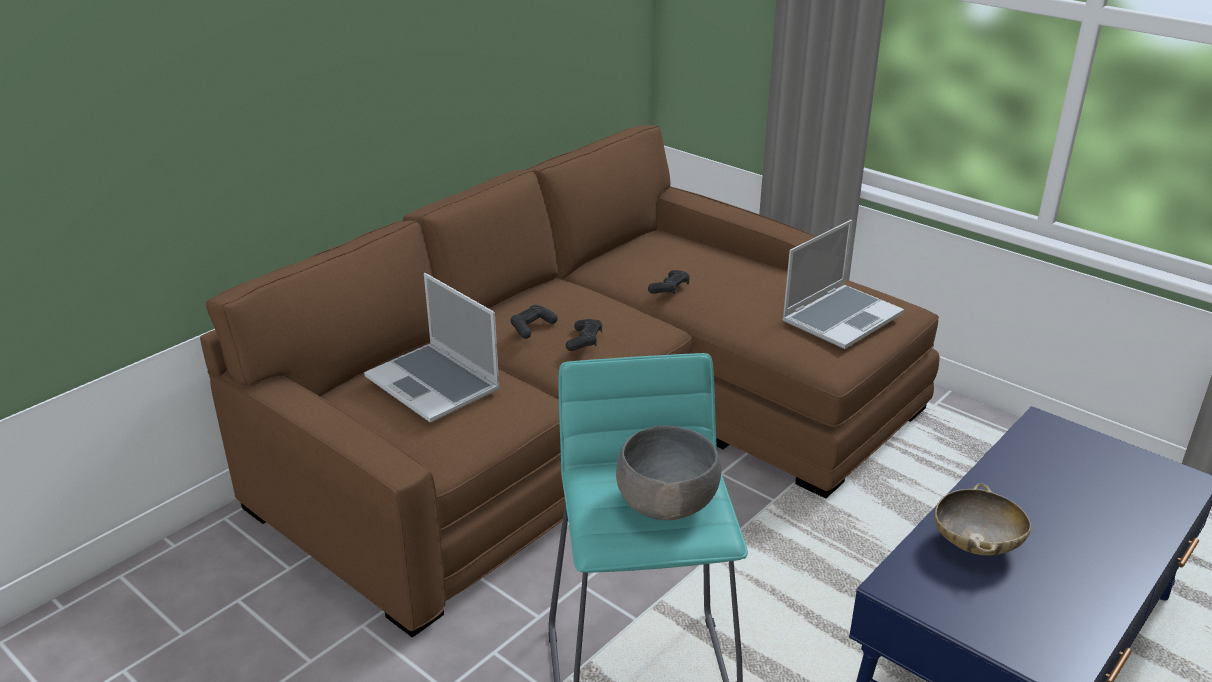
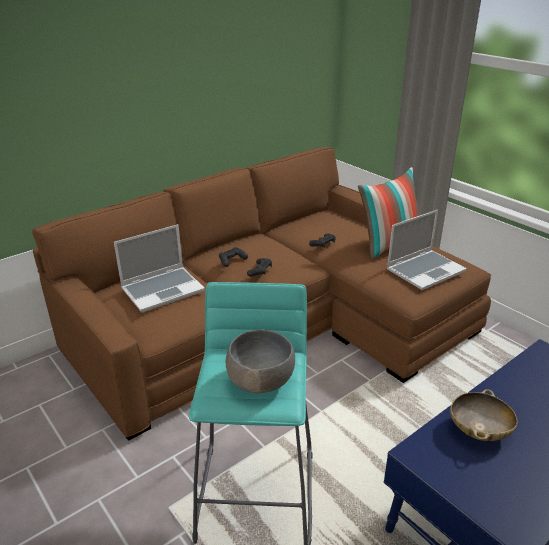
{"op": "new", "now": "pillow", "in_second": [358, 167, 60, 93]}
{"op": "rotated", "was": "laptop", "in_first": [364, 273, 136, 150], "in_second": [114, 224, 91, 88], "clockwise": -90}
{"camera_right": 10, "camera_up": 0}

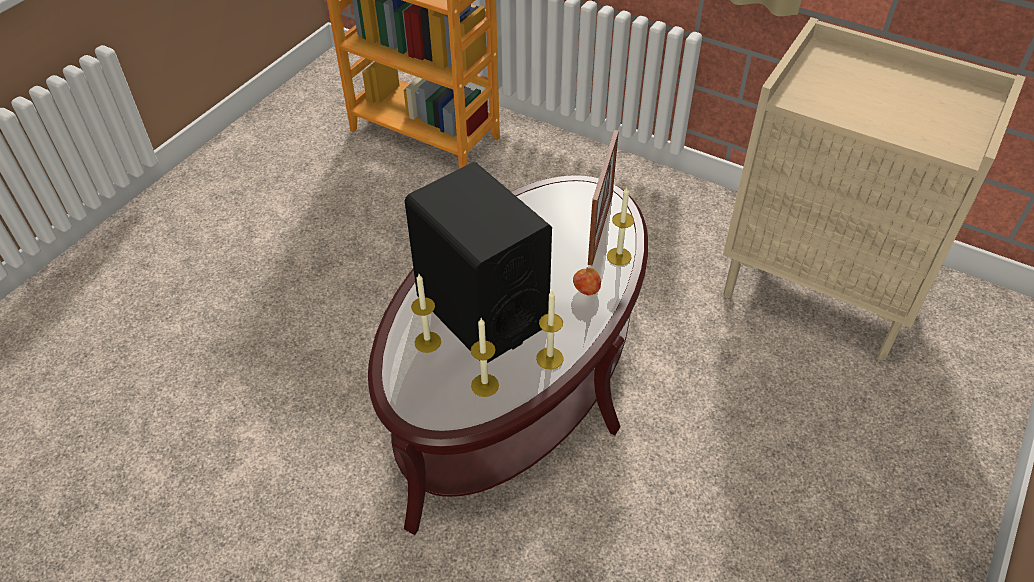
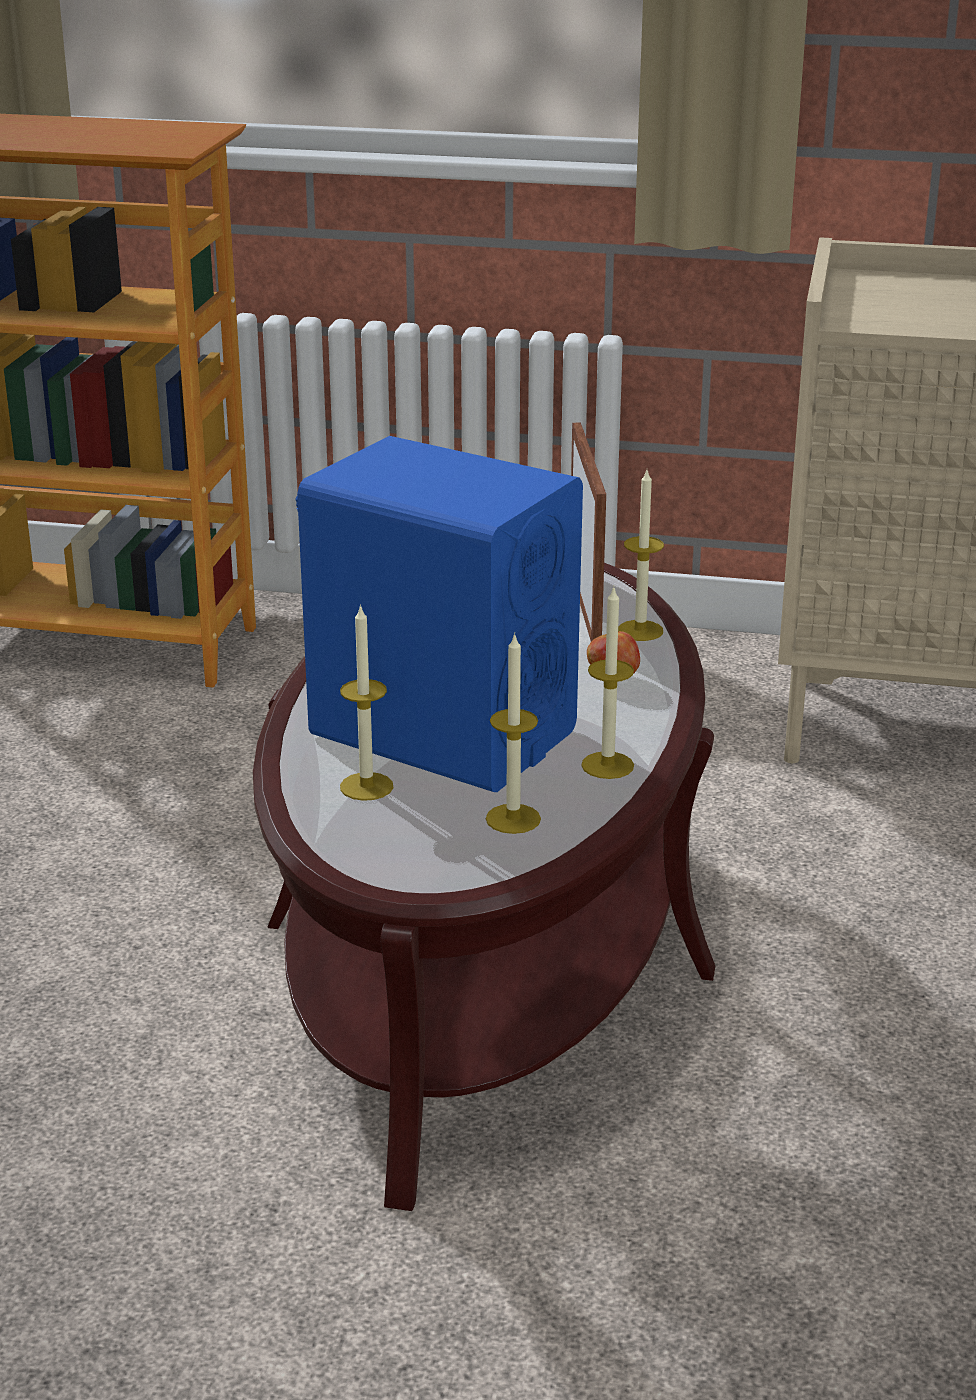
{"op": "repainted", "was": "black speaker", "now": "blue speaker", "in_first": [405, 162, 147, 201], "in_second": [295, 436, 288, 356]}
{"camera_right": -20, "camera_up": -20}

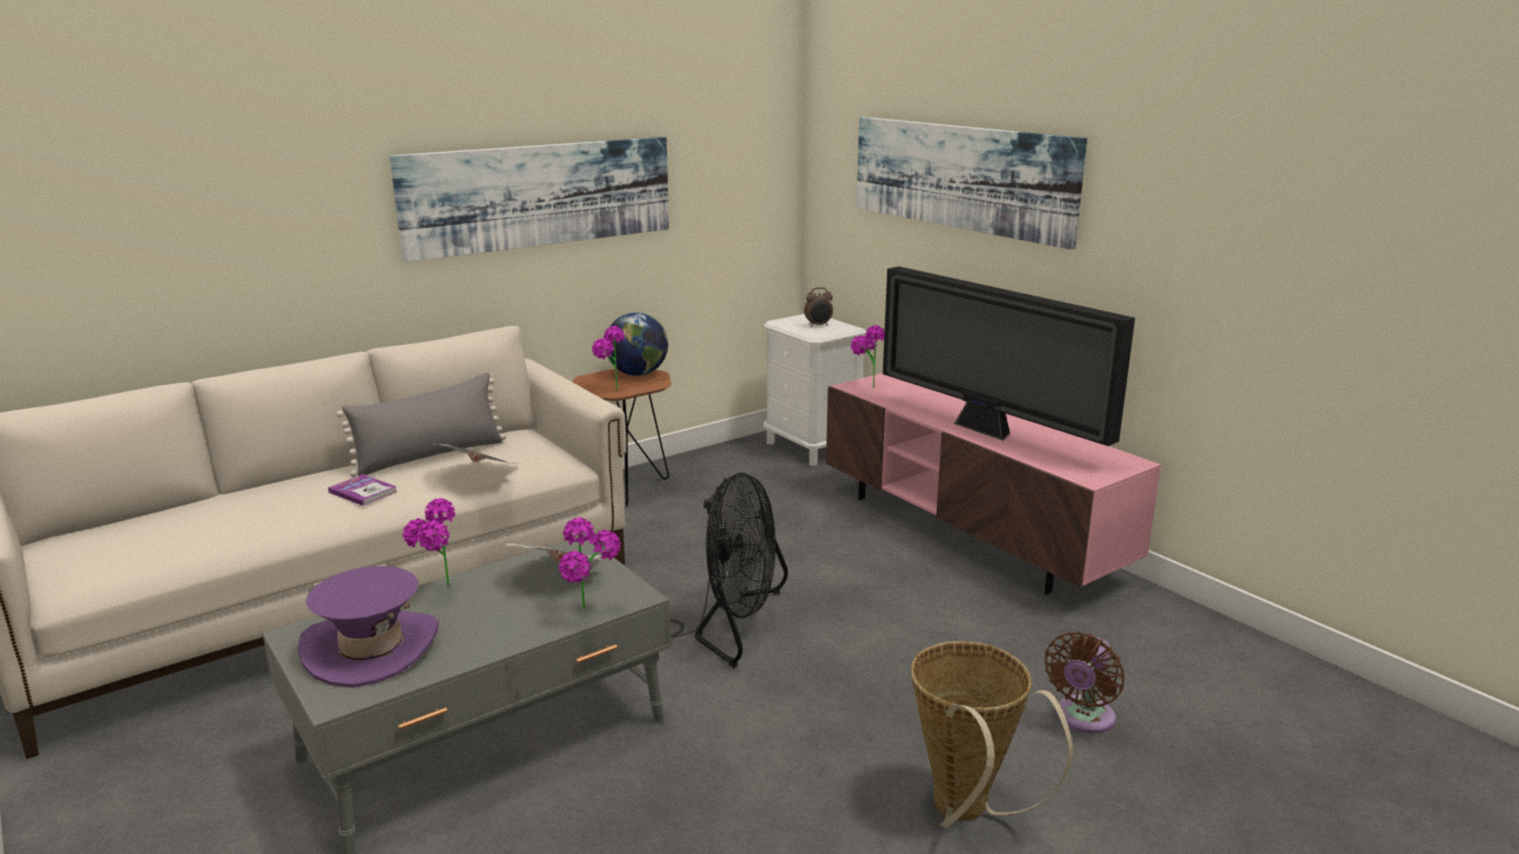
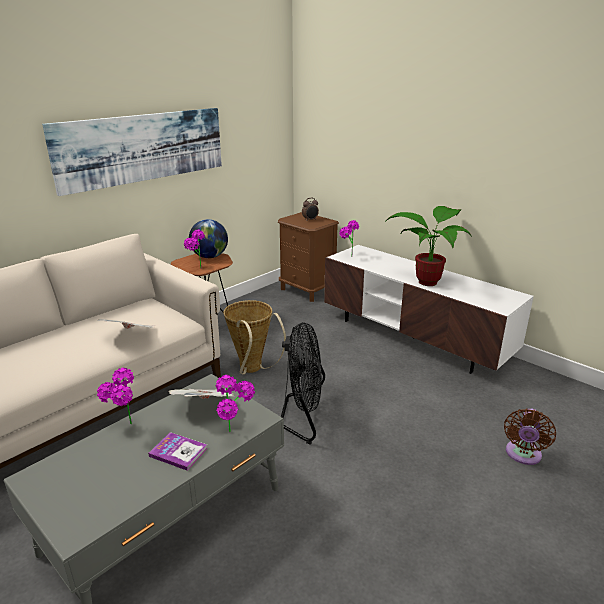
{"op": "gone", "was": "purple hat", "in_first": [298, 566, 141, 122]}
{"op": "gone", "was": "grey pillow", "in_first": [336, 373, 170, 104]}
{"op": "gone", "was": "picture", "in_first": [856, 117, 231, 133]}
{"op": "shifted", "was": "book", "in_first": [328, 474, 69, 32], "in_second": [148, 432, 60, 39]}
{"op": "shifted", "was": "basket", "in_first": [911, 641, 162, 187], "in_second": [224, 300, 62, 74]}
{"op": "swapped", "was": "television", "now": "potted plant", "in_first": [883, 266, 252, 180], "in_second": [385, 206, 87, 80]}
{"op": "repainted", "was": "white nightstand", "now": "brown nightstand", "in_first": [763, 314, 103, 152], "in_second": [278, 212, 61, 90]}
{"op": "repainted", "was": "pink tv stand", "now": "white tv stand", "in_first": [826, 373, 335, 222], "in_second": [324, 245, 210, 129]}
{"camera_right": -10, "camera_up": 5}

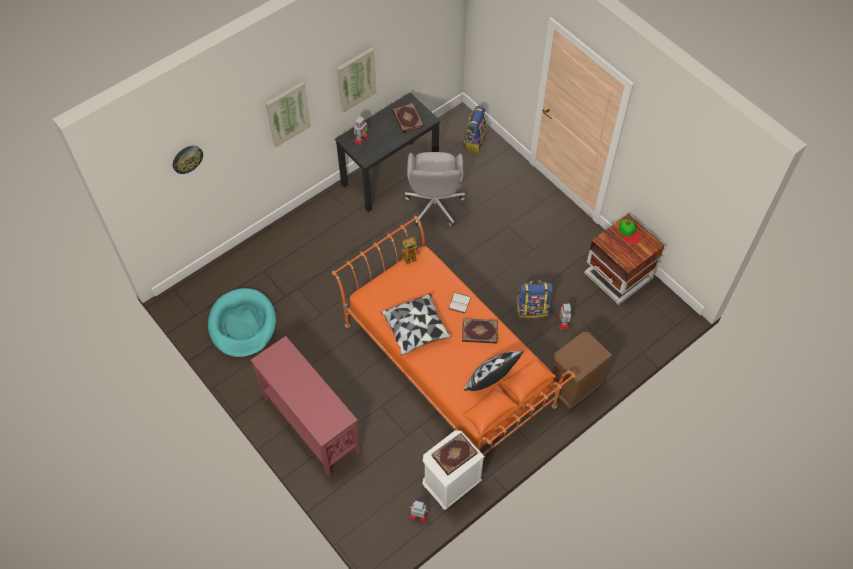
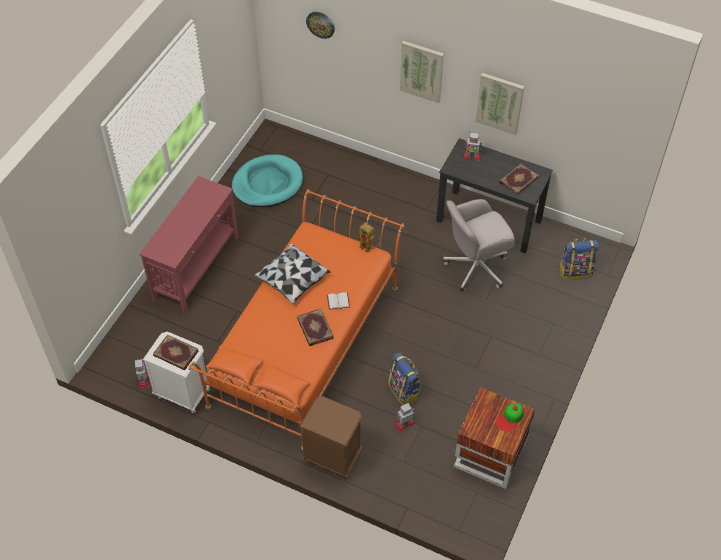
{"op": "gone", "was": "pillow", "in_first": [464, 351, 59, 40]}
{"camera_right": 65, "camera_up": -5}

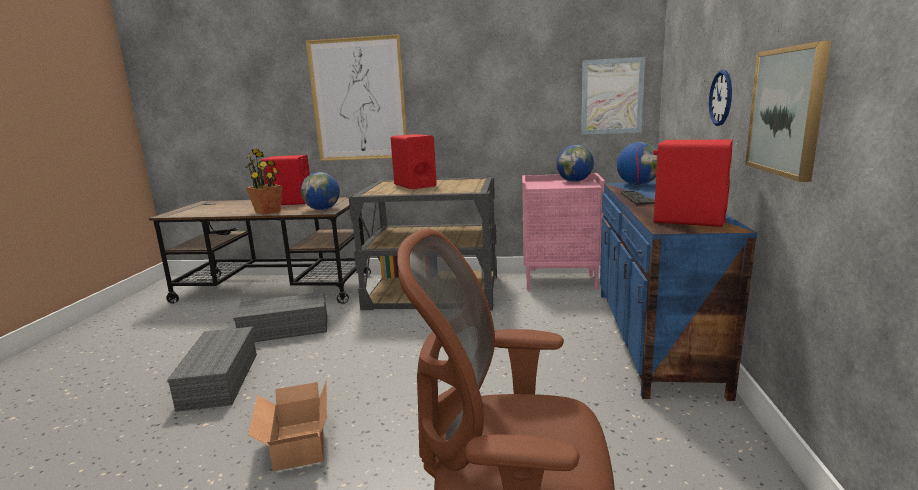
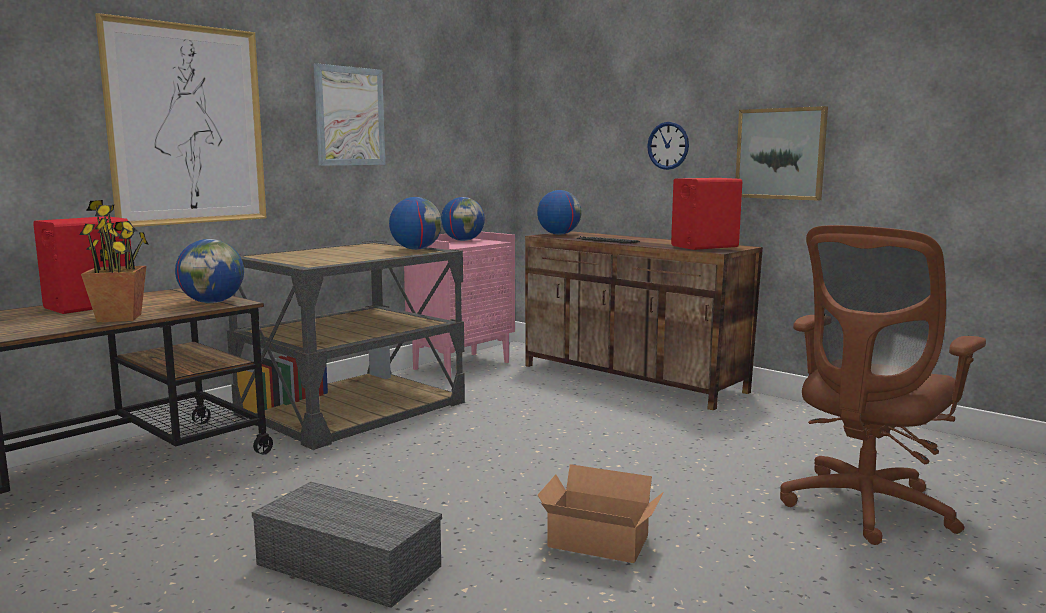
{"op": "gone", "was": "grey storage box", "in_first": [233, 292, 94, 50]}
{"op": "gone", "was": "red speaker", "in_first": [391, 134, 46, 55]}
{"op": "new", "now": "globe", "in_second": [389, 197, 53, 53]}
{"op": "shifted", "was": "picture", "in_first": [581, 57, 64, 78], "in_second": [314, 63, 71, 103]}
{"op": "repainted", "was": "blue cabinet", "now": "brown cabinet", "in_first": [600, 182, 158, 219], "in_second": [525, 231, 238, 179]}
{"camera_right": -55, "camera_up": -5}

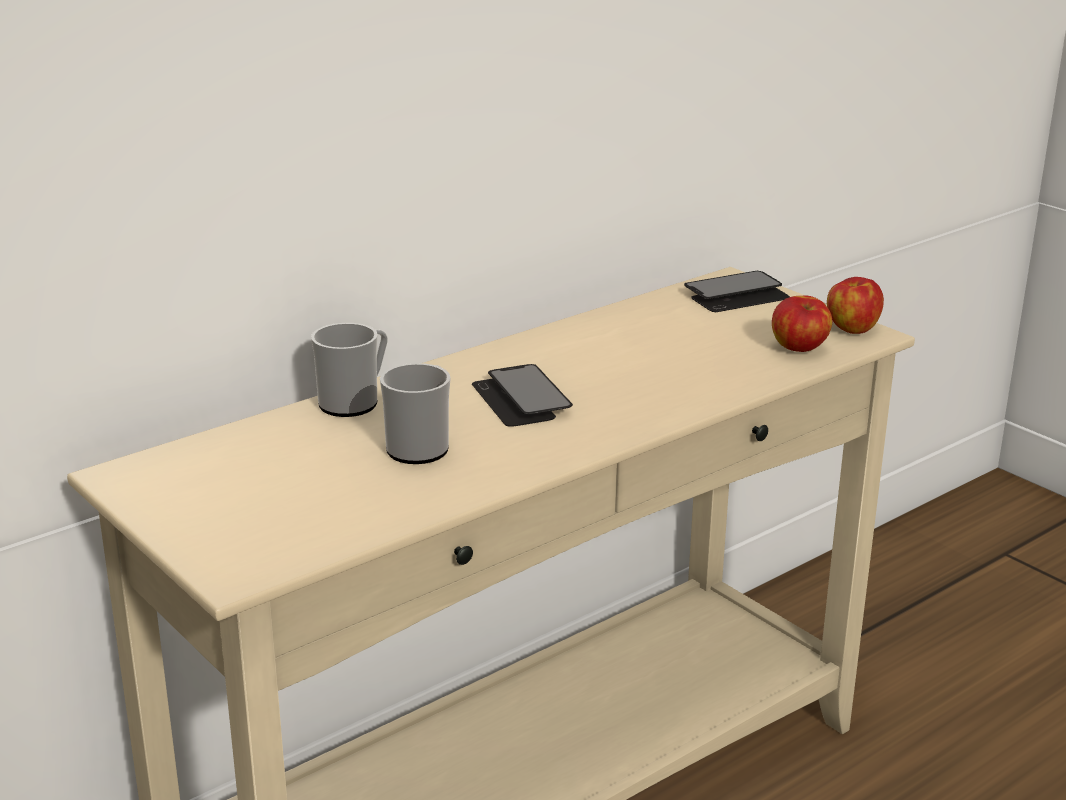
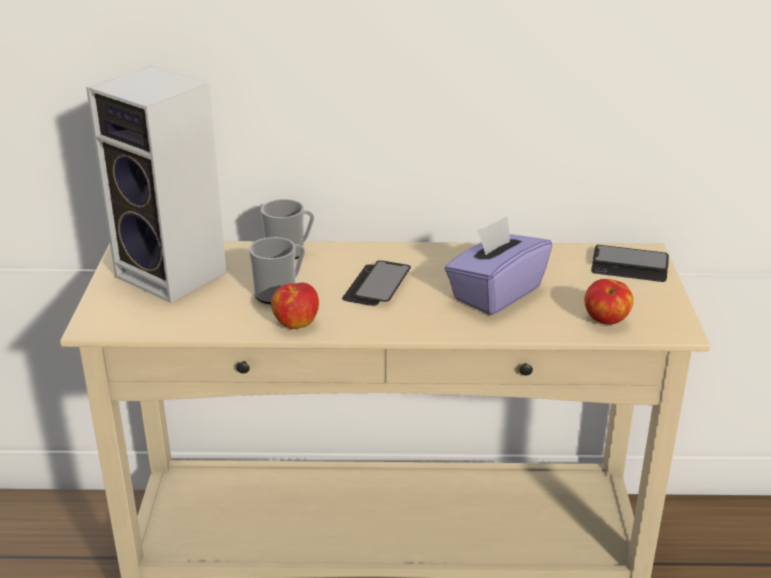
{"op": "new", "now": "speaker", "in_second": [86, 65, 140, 238]}
{"op": "new", "now": "purple tissue box", "in_second": [445, 216, 107, 99]}
{"op": "shifted", "was": "apple", "in_first": [827, 277, 57, 57], "in_second": [271, 282, 48, 47]}
{"camera_right": 40, "camera_up": 5}

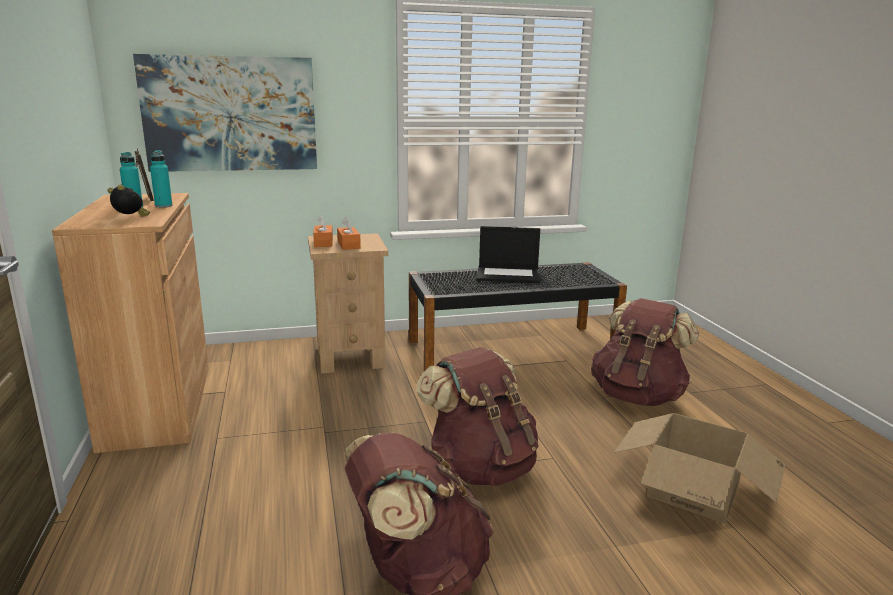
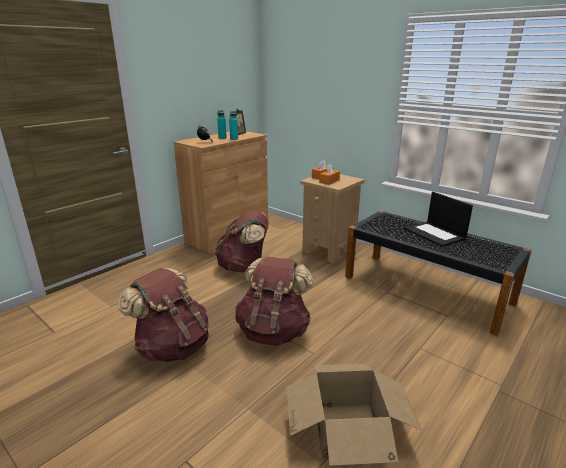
{"op": "gone", "was": "picture", "in_first": [133, 54, 184, 118]}
{"op": "shifted", "was": "brown backpack", "in_first": [591, 298, 108, 108], "in_second": [215, 211, 54, 62]}
{"camera_right": 55, "camera_up": 5}

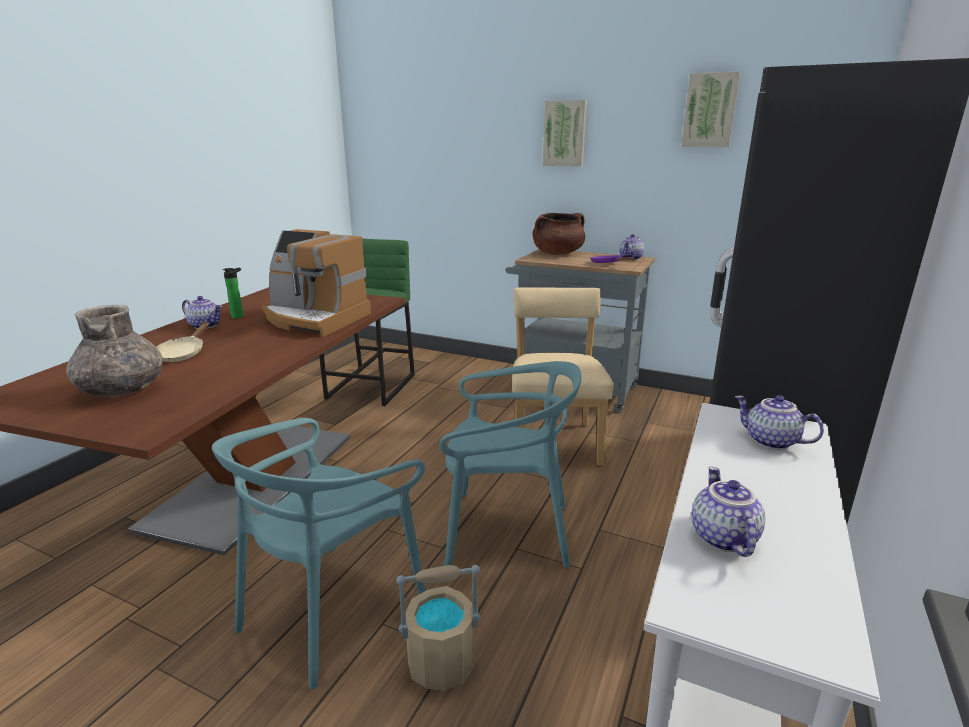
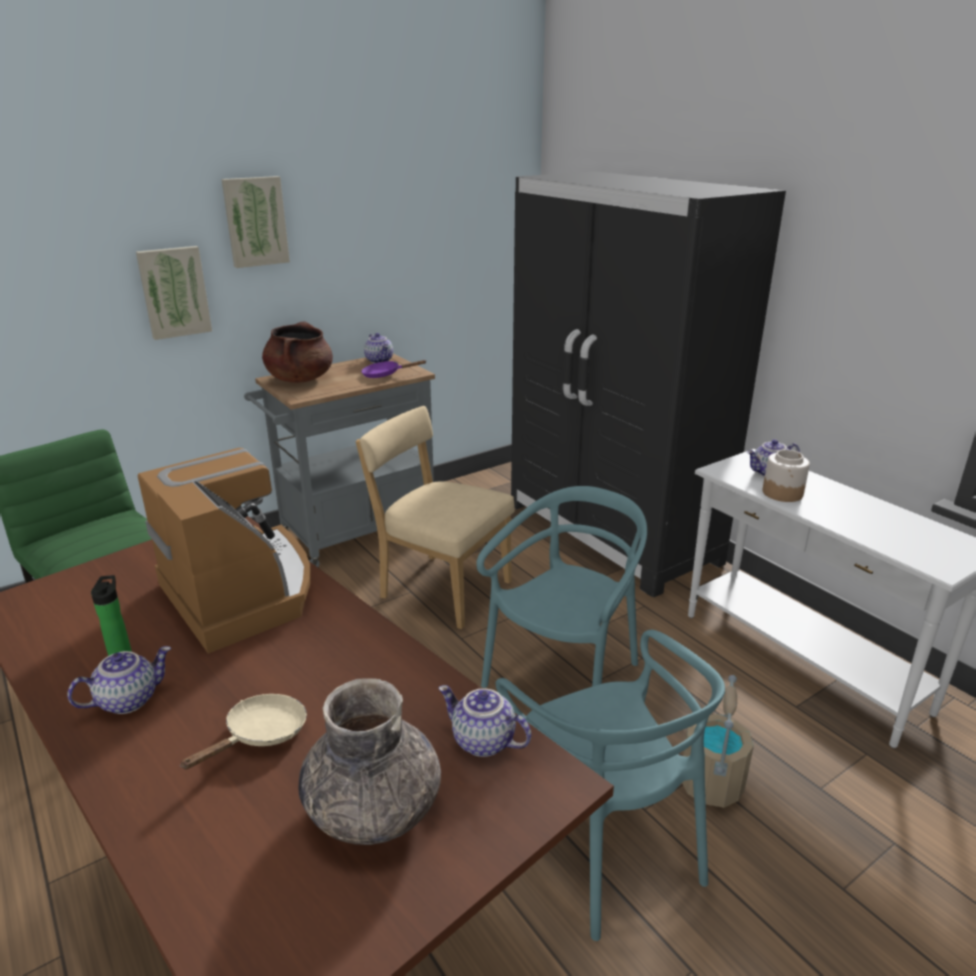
{"op": "new", "now": "jar", "in_second": [762, 450, 48, 52]}
{"op": "shifted", "was": "picture", "in_first": [681, 71, 59, 76], "in_second": [136, 246, 76, 94]}
{"op": "shifted", "was": "teapot", "in_first": [692, 467, 73, 90], "in_second": [438, 685, 93, 72]}
{"op": "rotated", "was": "beige frying pan", "in_first": [156, 322, 53, 40], "in_second": [180, 694, 127, 75], "clockwise": -90}
{"op": "rotated", "was": "coffee machine", "in_first": [262, 229, 109, 108], "in_second": [137, 448, 174, 206], "clockwise": -90}
{"camera_right": -60, "camera_up": 5}

